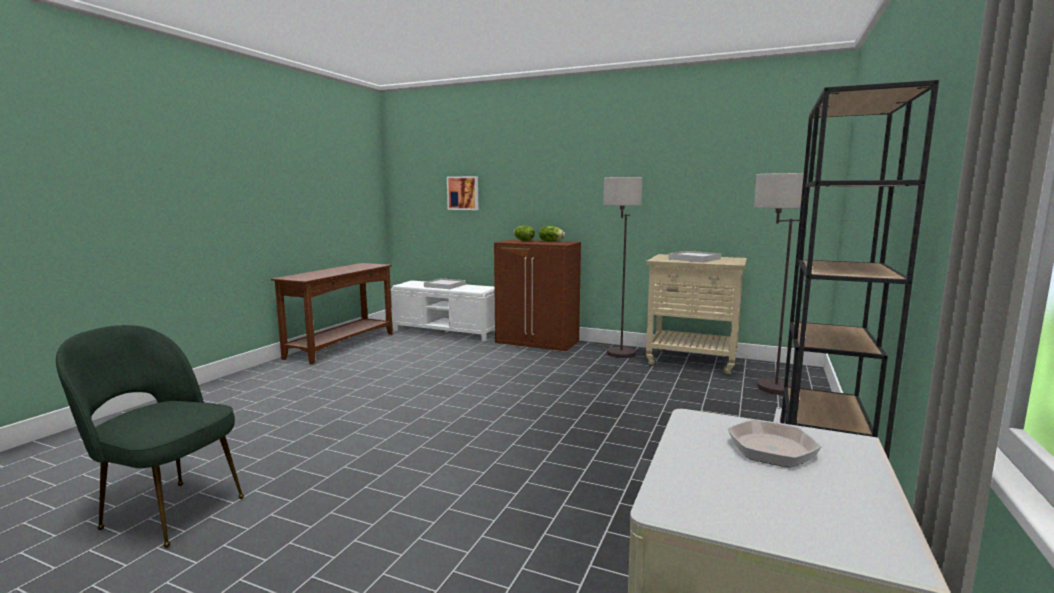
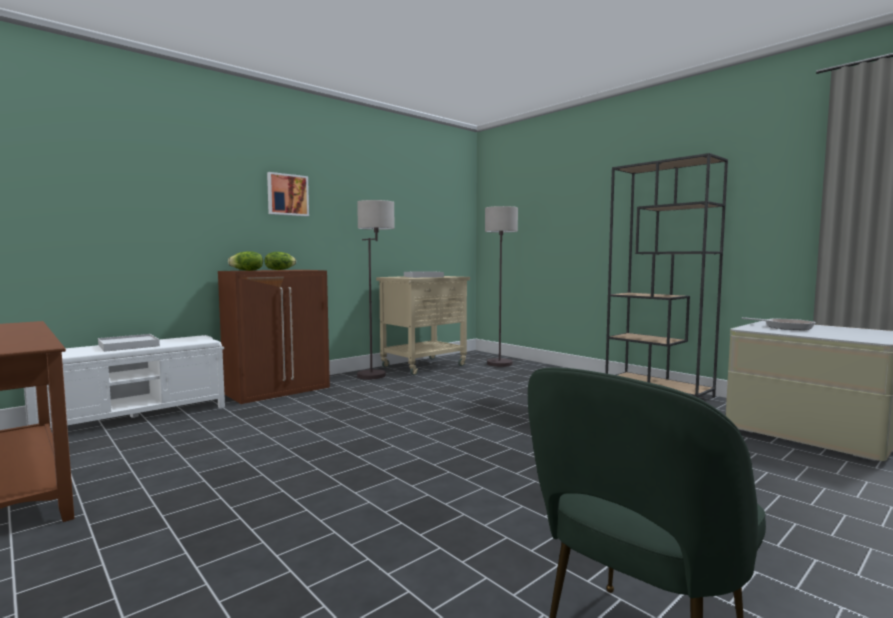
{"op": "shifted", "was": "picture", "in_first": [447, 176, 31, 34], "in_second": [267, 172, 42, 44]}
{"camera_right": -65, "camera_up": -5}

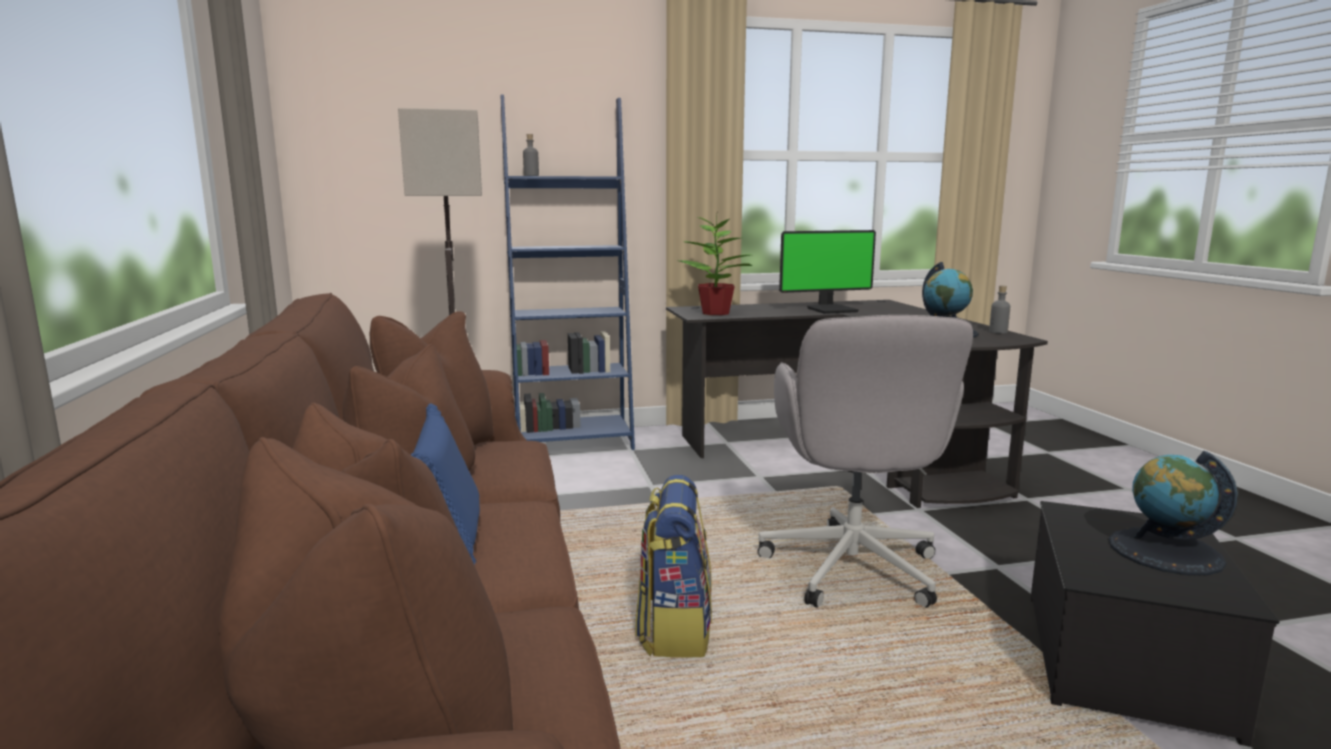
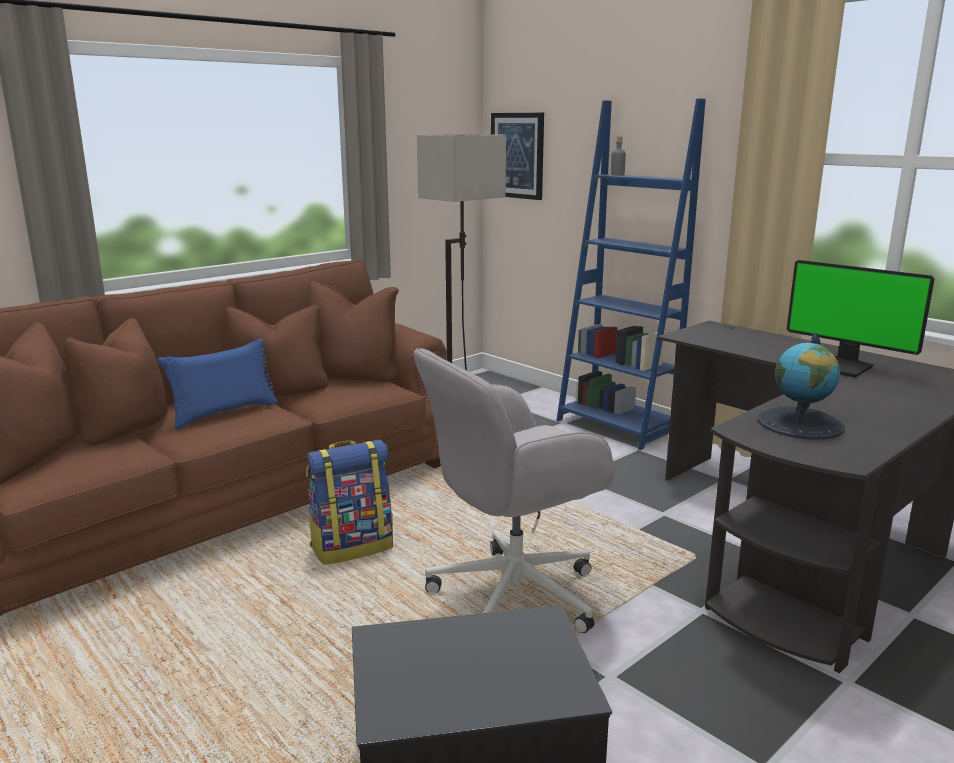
{"op": "gone", "was": "potted plant", "in_first": [678, 214, 74, 101]}
{"op": "gone", "was": "grey bottle", "in_first": [989, 286, 21, 48]}
{"op": "gone", "was": "globe", "in_first": [1109, 451, 129, 124]}
{"op": "new", "now": "picture", "in_second": [491, 113, 53, 87]}
{"camera_right": 60, "camera_up": 5}

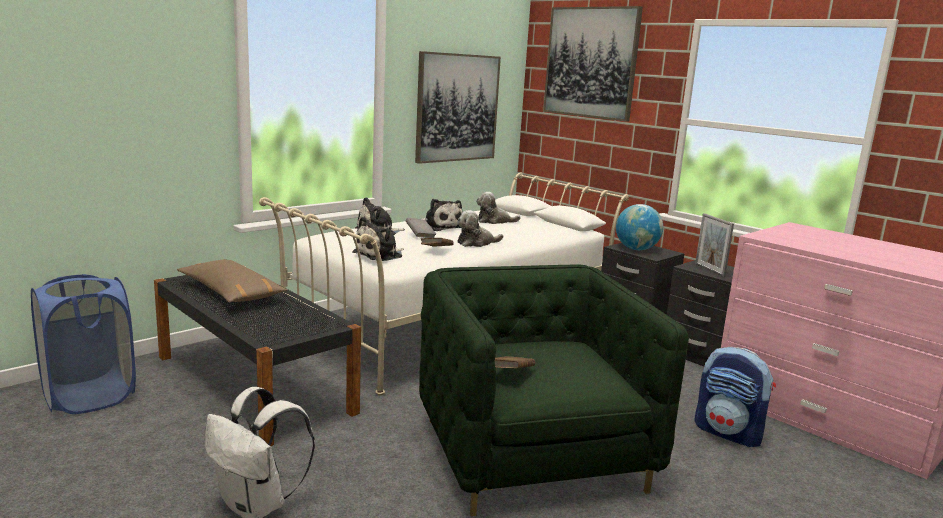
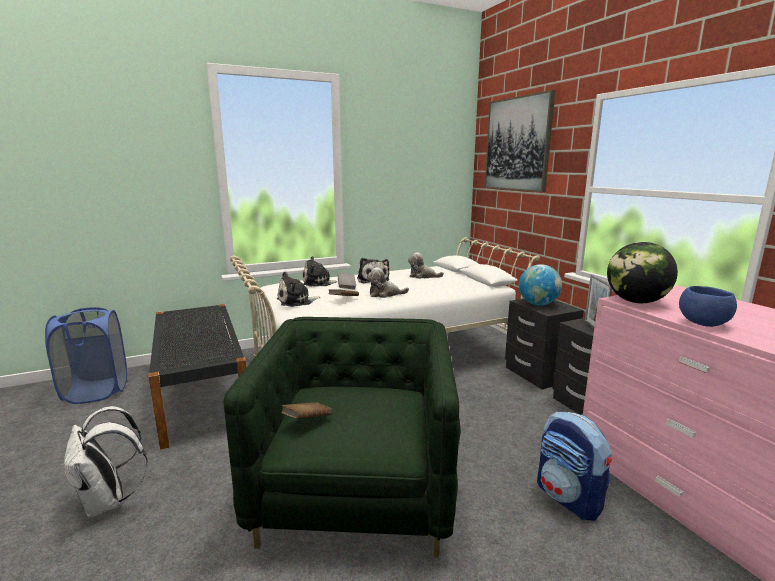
{"op": "gone", "was": "brown pillow", "in_first": [177, 259, 110, 43]}
{"op": "gone", "was": "picture", "in_first": [415, 51, 86, 113]}
{"op": "new", "now": "globe", "in_second": [607, 242, 71, 61]}
{"op": "new", "now": "blue bowl", "in_second": [679, 286, 58, 41]}
{"camera_right": 20, "camera_up": 0}

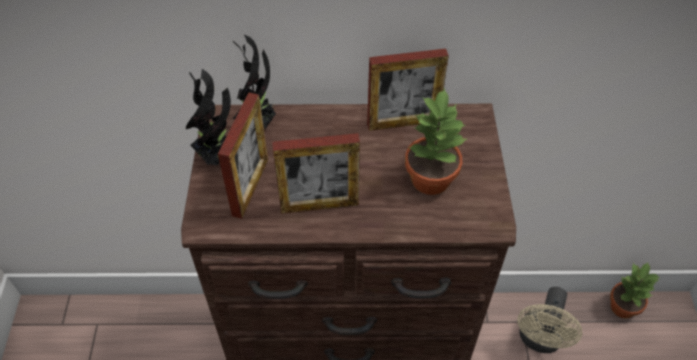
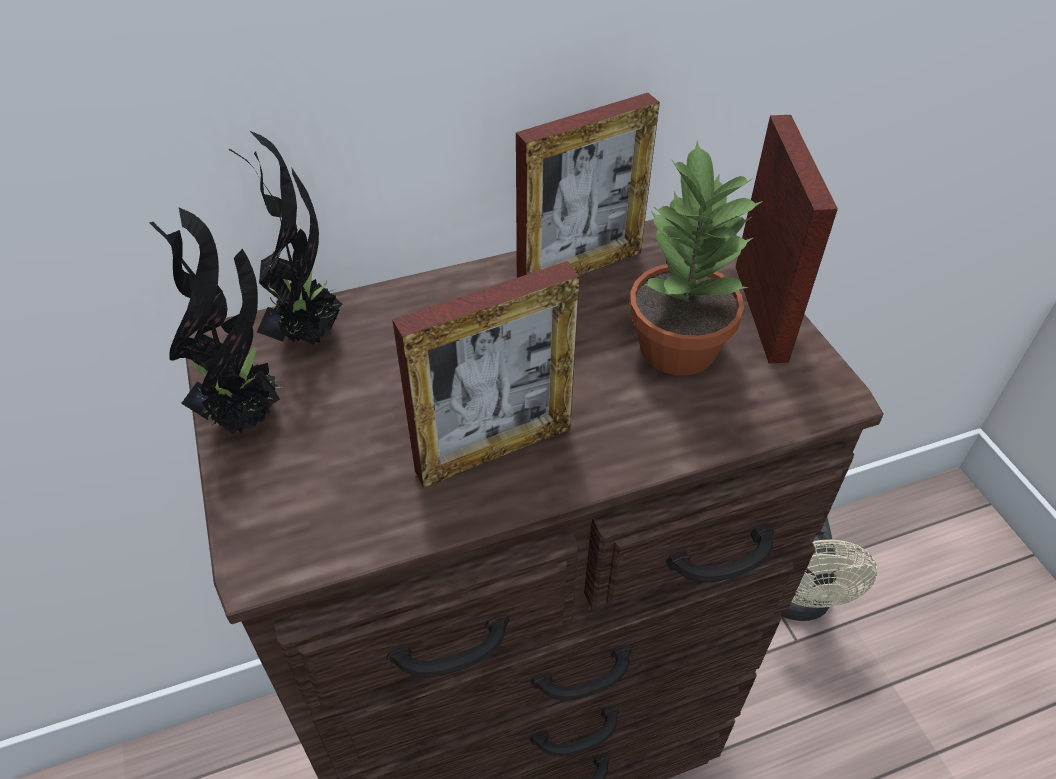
{"op": "gone", "was": "potted plant", "in_first": [610, 262, 50, 57]}
{"op": "shifted", "was": "picture frame", "in_first": [218, 92, 50, 127], "in_second": [736, 115, 102, 249]}
{"camera_right": -20, "camera_up": -5}

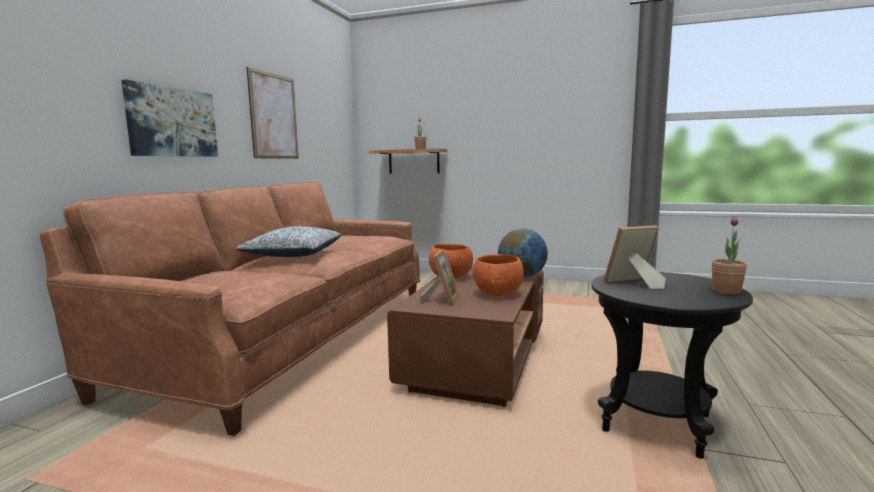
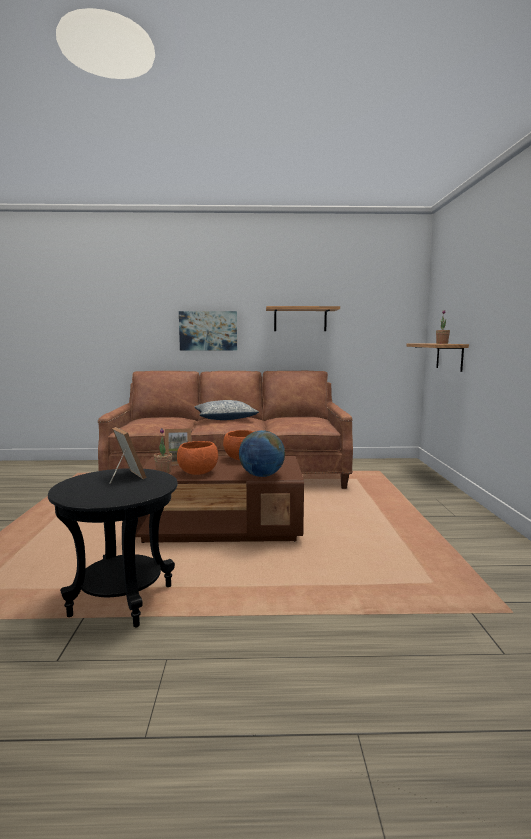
{"op": "shifted", "was": "potted plant", "in_first": [712, 217, 35, 78], "in_second": [154, 428, 18, 45]}
{"op": "swapped", "was": "picture", "now": "shelf", "in_first": [247, 67, 52, 92], "in_second": [266, 306, 74, 25]}
{"camera_right": 70, "camera_up": 0}

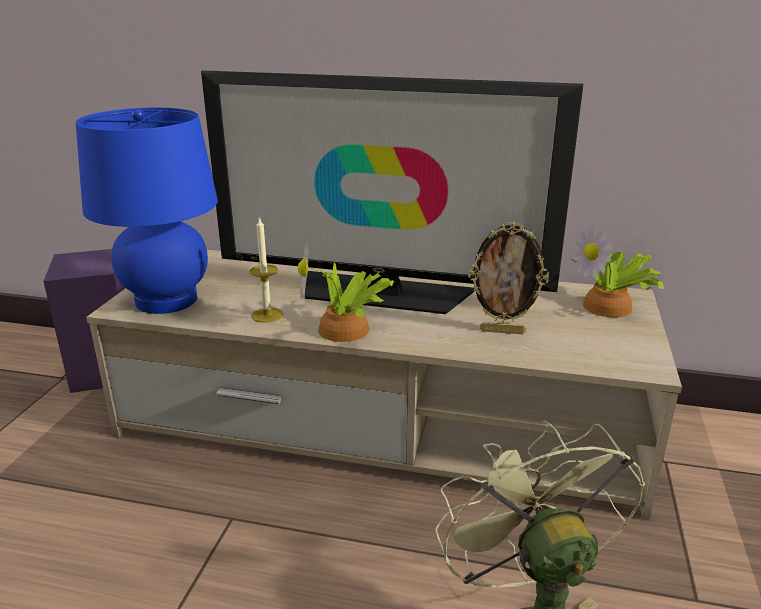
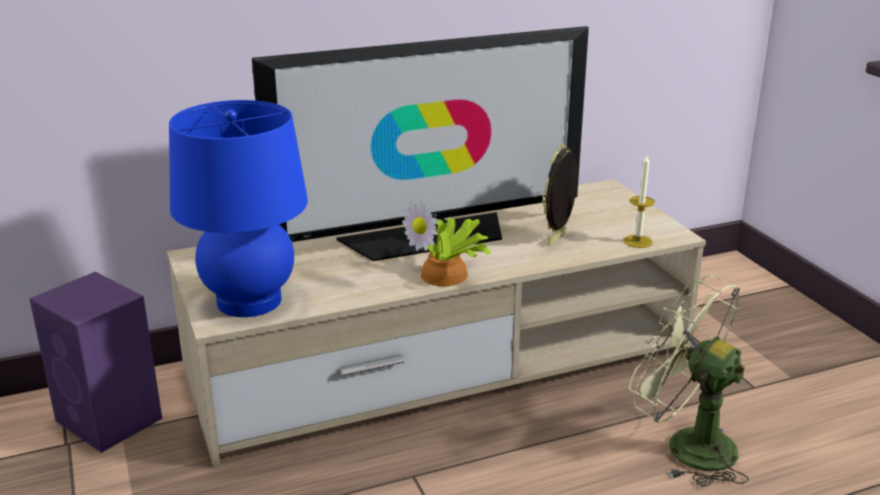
{"op": "gone", "was": "potted plant", "in_first": [571, 226, 94, 92]}
{"op": "shifted", "was": "candle", "in_first": [250, 216, 34, 107], "in_second": [624, 155, 31, 93]}
{"op": "rotated", "was": "picture frame", "in_first": [468, 222, 81, 112], "in_second": [542, 144, 35, 102], "clockwise": 150}
{"camera_right": -35, "camera_up": 0}

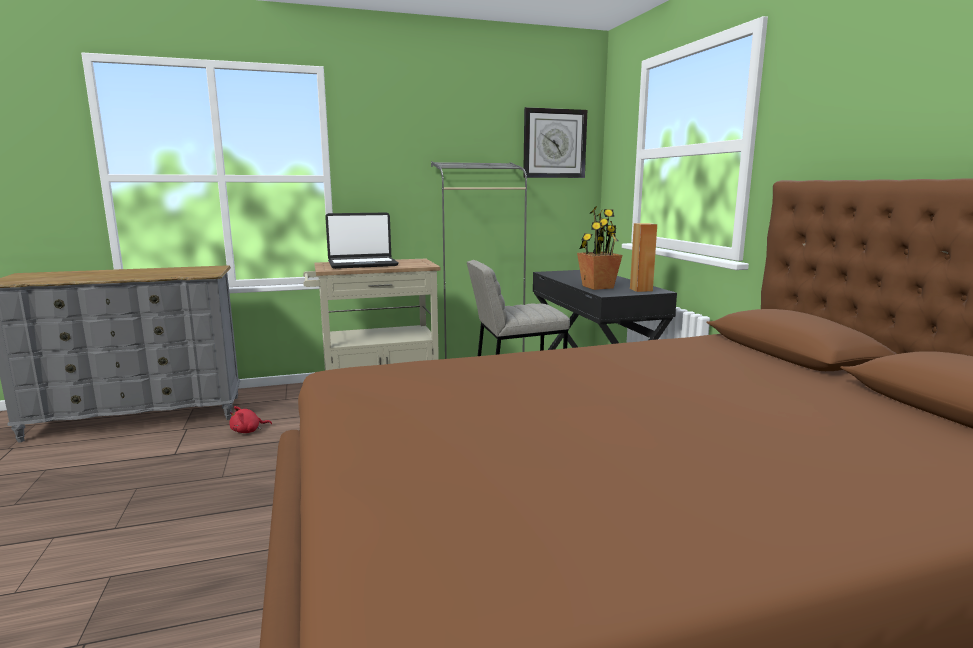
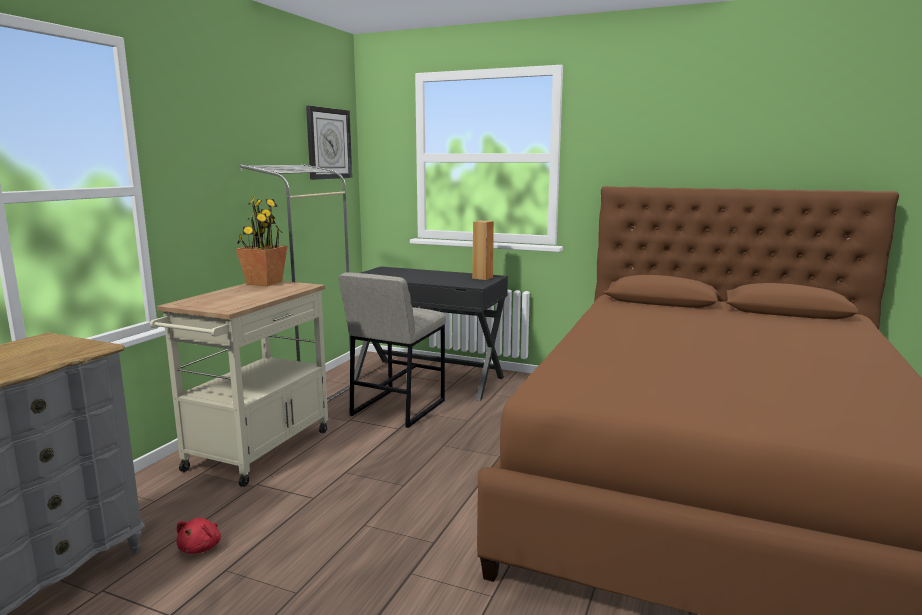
{"op": "gone", "was": "laptop", "in_first": [325, 213, 73, 56]}
{"op": "shifted", "was": "potted plant", "in_first": [577, 206, 46, 84], "in_second": [236, 196, 51, 90]}
{"camera_right": -50, "camera_up": 0}

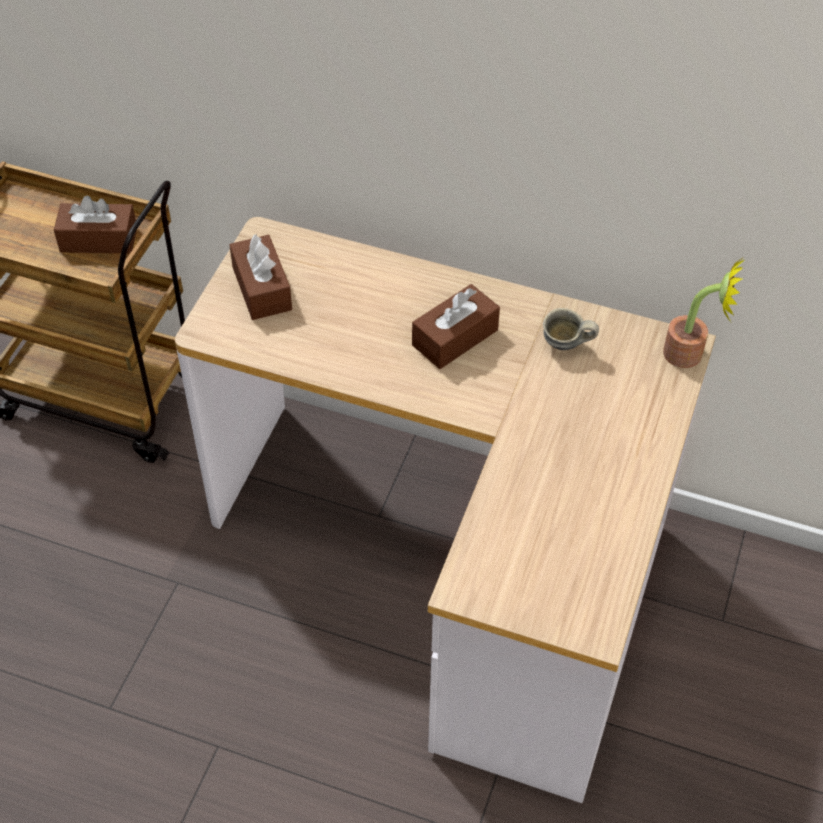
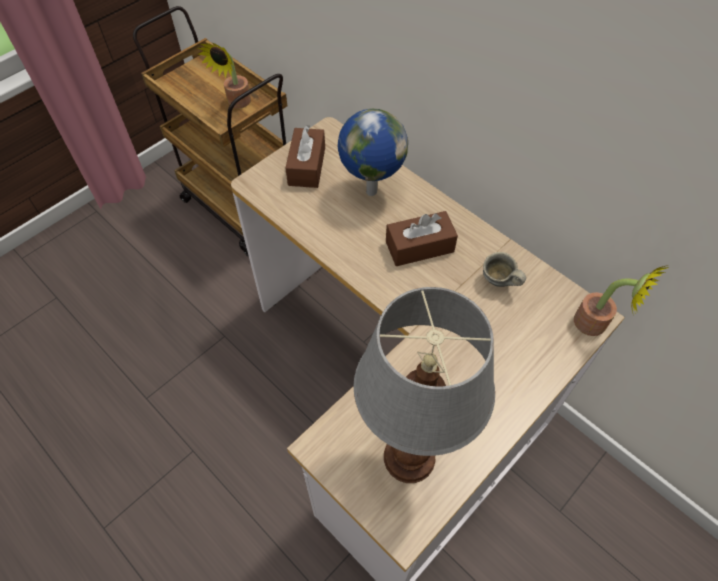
{"op": "new", "now": "globe", "in_second": [337, 109, 71, 87]}
{"op": "new", "now": "table lamp", "in_second": [354, 287, 141, 196]}
{"op": "swapped", "was": "brown tissue box", "now": "potted plant", "in_first": [54, 196, 83, 57], "in_second": [197, 42, 54, 67]}
{"camera_right": 25, "camera_up": 5}

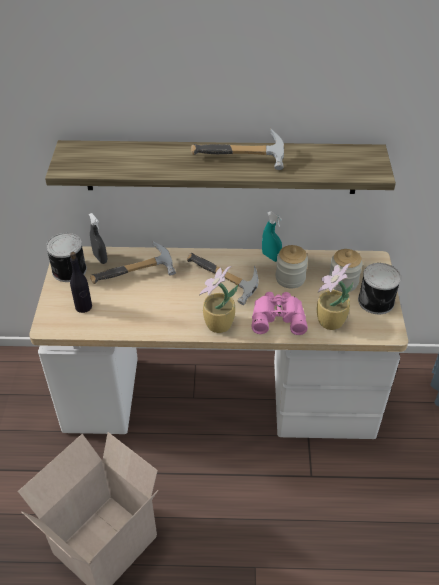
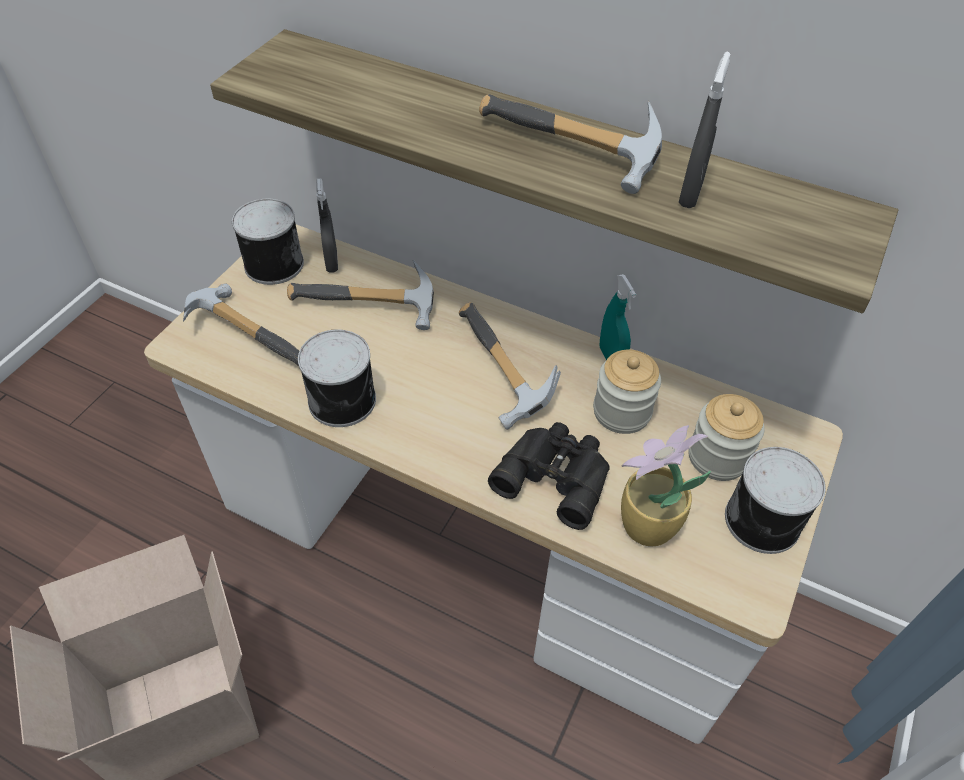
{"op": "gone", "was": "potted plant", "in_first": [199, 266, 39, 67]}
{"op": "new", "now": "can", "in_second": [298, 330, 78, 97]}
{"op": "new", "now": "grey spray bottle", "in_second": [679, 52, 51, 156]}
{"op": "swapped", "was": "black bottle", "now": "hammer", "in_first": [70, 252, 22, 61], "in_second": [183, 284, 116, 82]}
{"op": "repainted", "was": "pink binoculars", "now": "black binoculars", "in_first": [252, 292, 56, 43], "in_second": [488, 422, 122, 108]}
{"camera_right": 25, "camera_up": 5}

